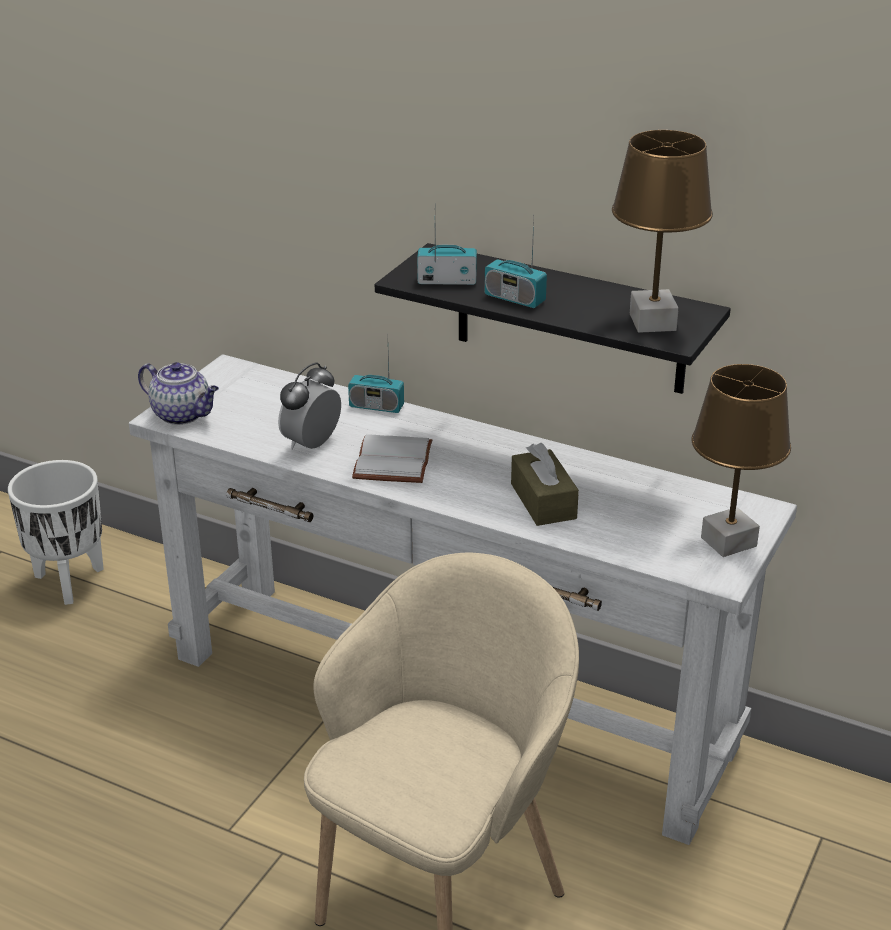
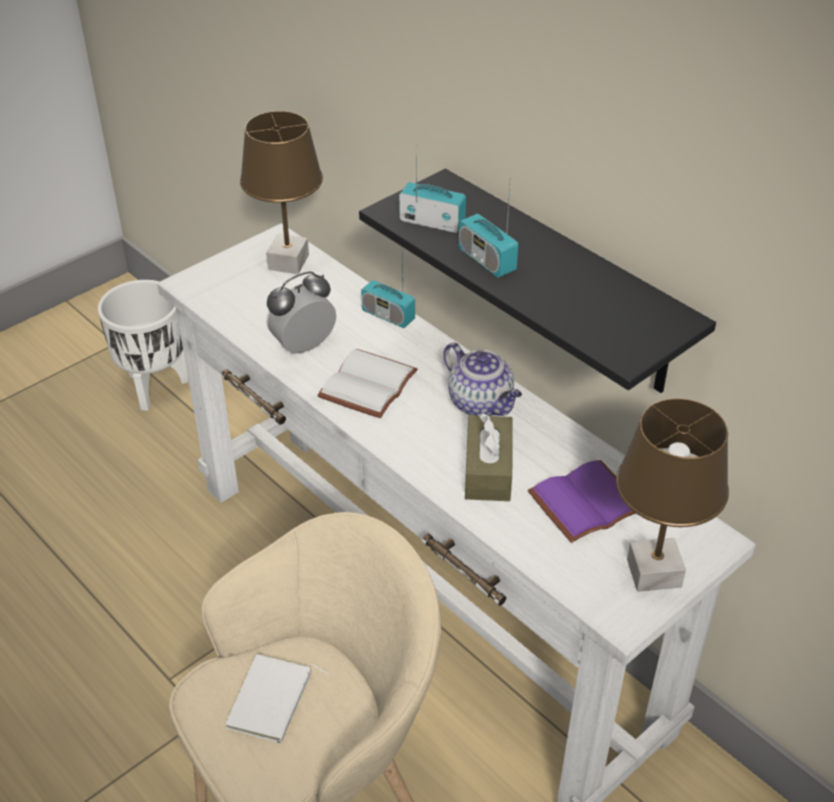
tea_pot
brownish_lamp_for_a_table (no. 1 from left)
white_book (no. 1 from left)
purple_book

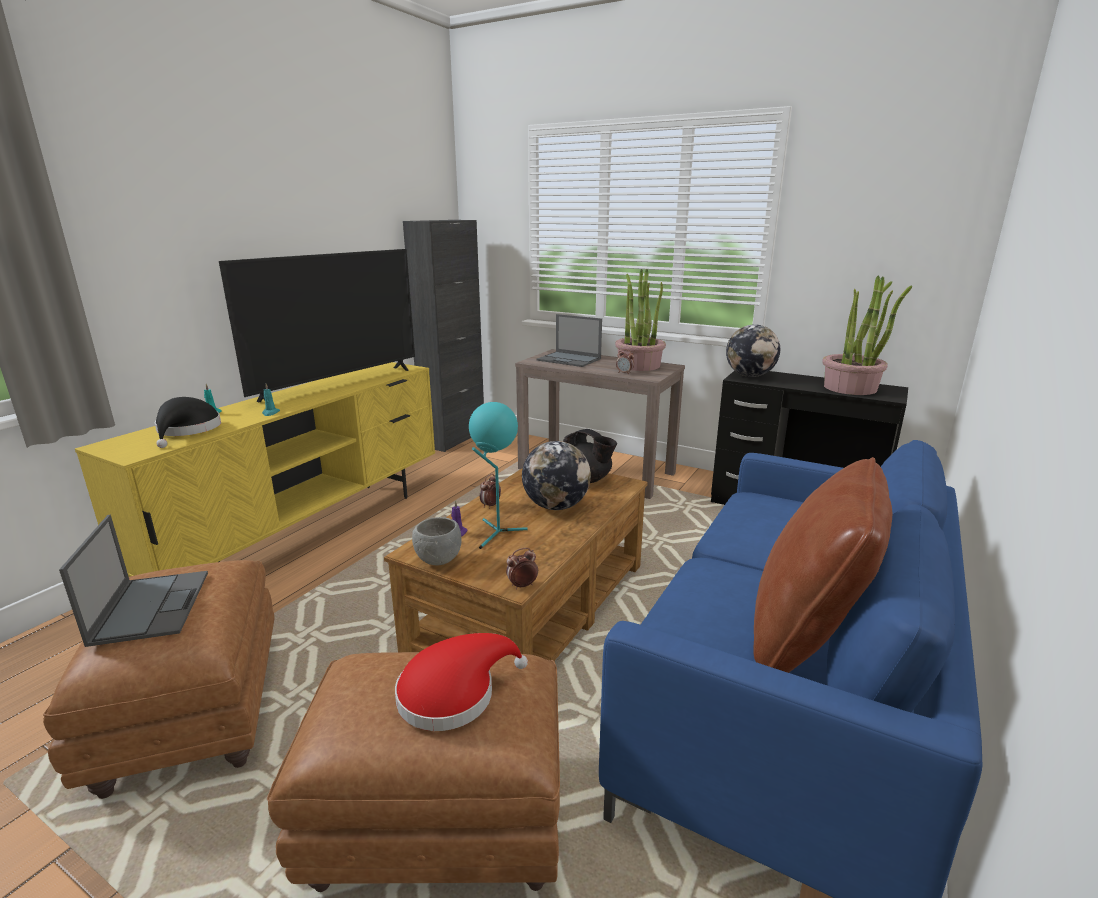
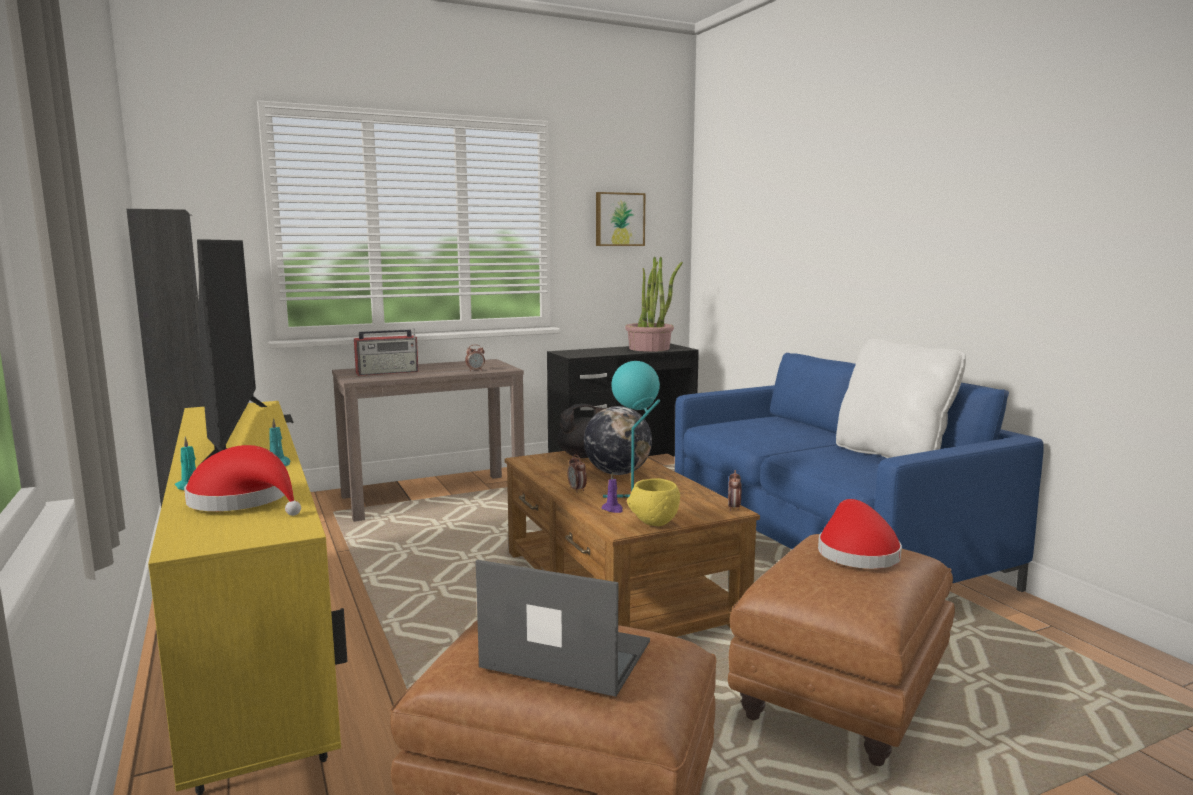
reddish_wearable_hat (no. 1 from left)
yellow_serving_bowl
radio_receiver
houseplant (no. 1 from left in the first image)
globe (no. 2 from left in the first image)
white_cushion
wall_picture

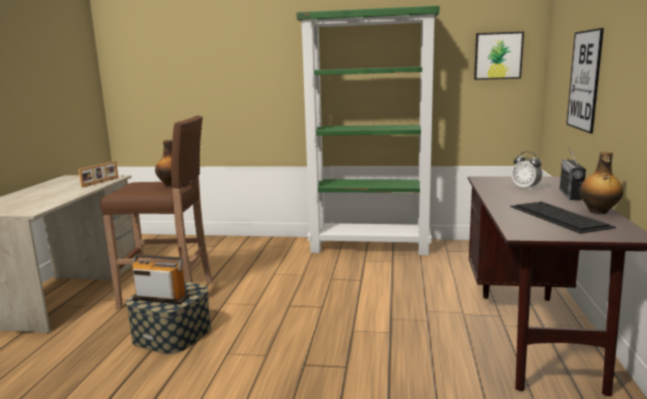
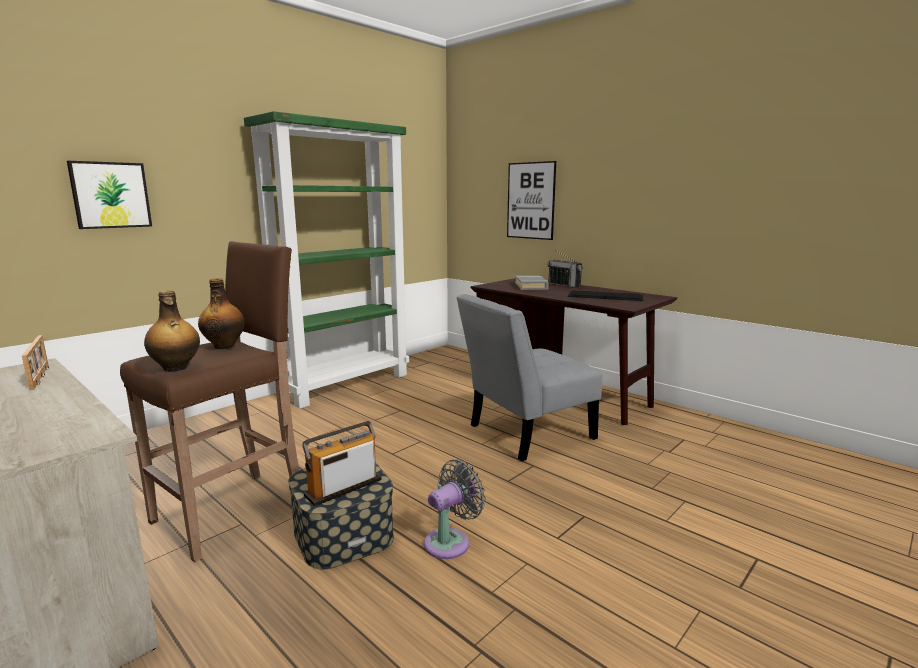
wall_picture (no. 1 from left)
greyish_book
beverage_bottle (no. 1 from left)
greyish_fan
greyish_chair

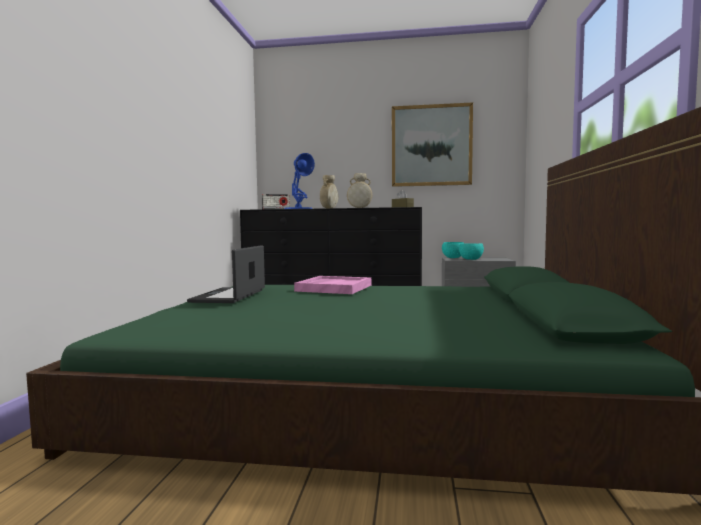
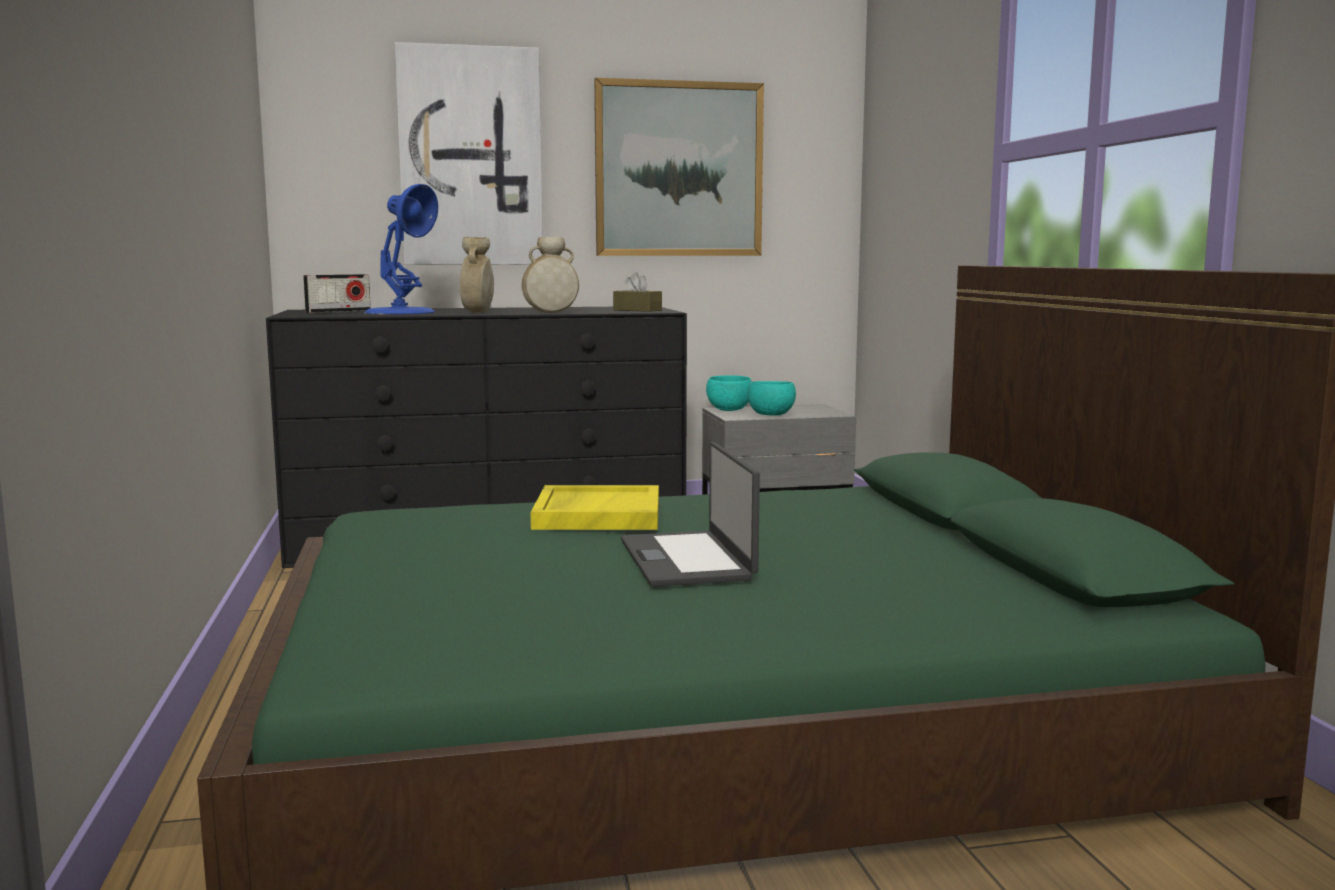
laptop
yellow_carrying_tray
wall_picture (no. 1 from left)

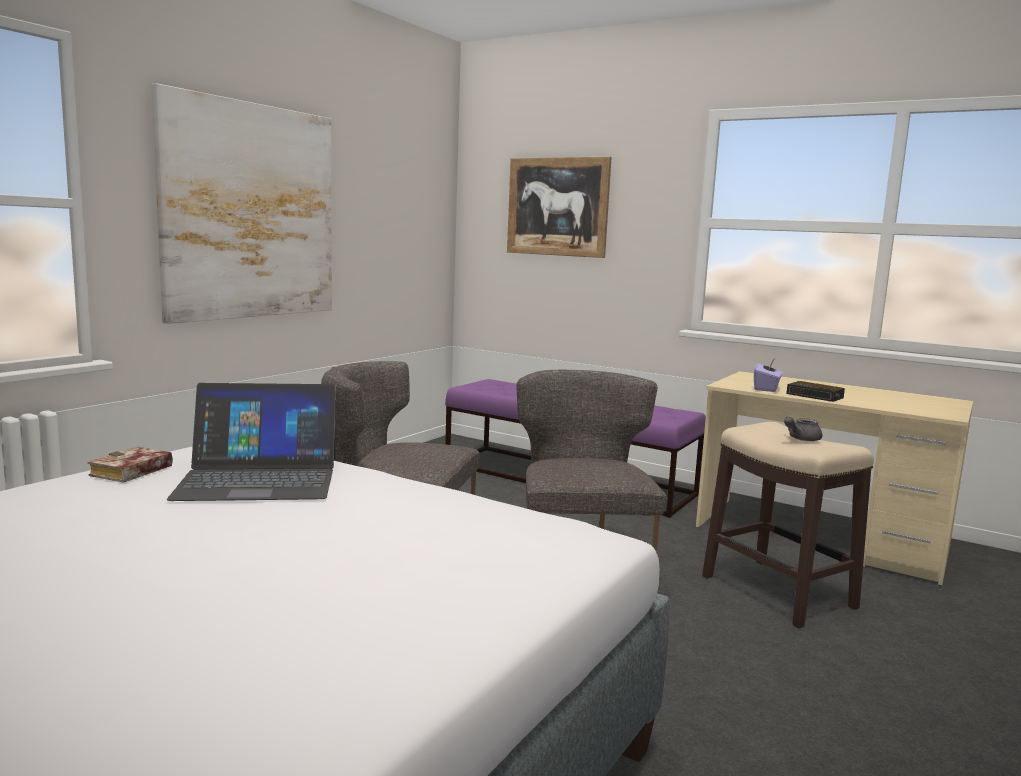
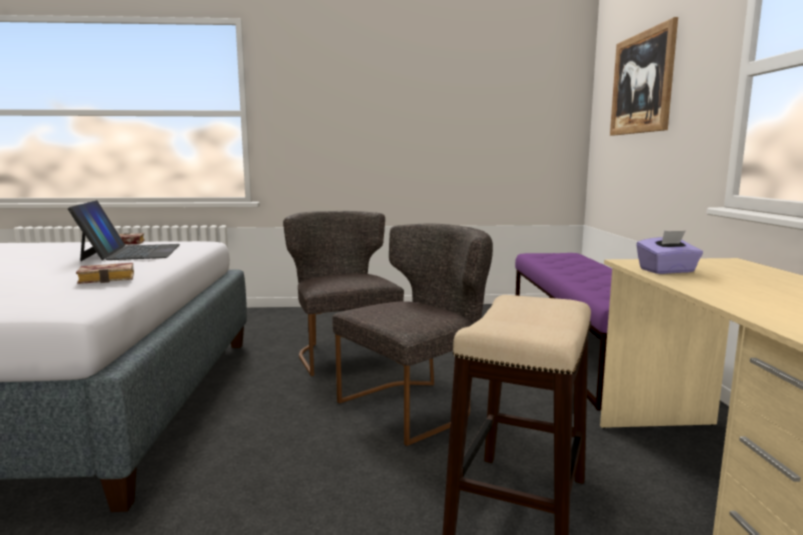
wall_picture (no. 1 from left in the first image)
laptop
greyish_tea_pot
bedside_clock
book (no. 1 from left)

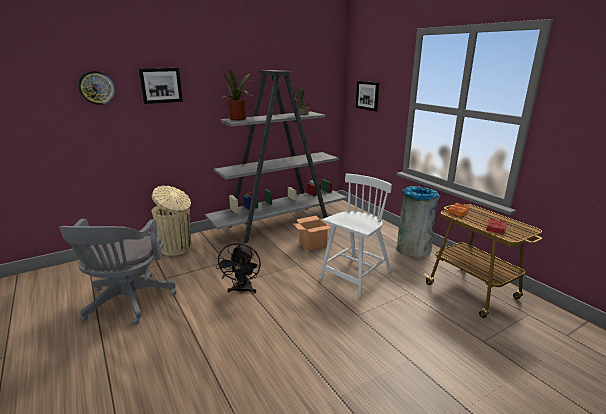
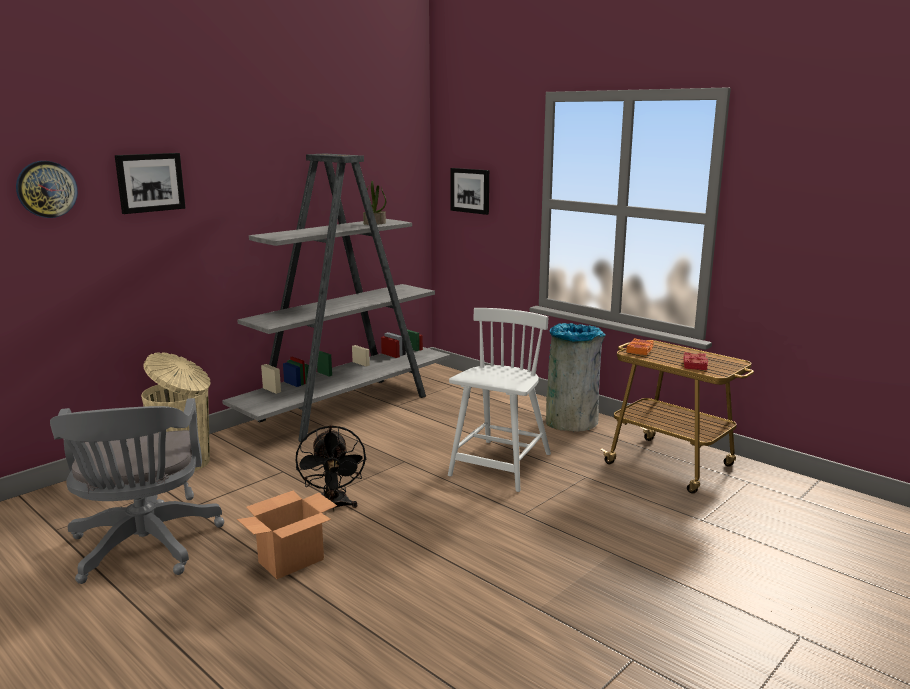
houseplant (no. 1 from left in the first image)
carton

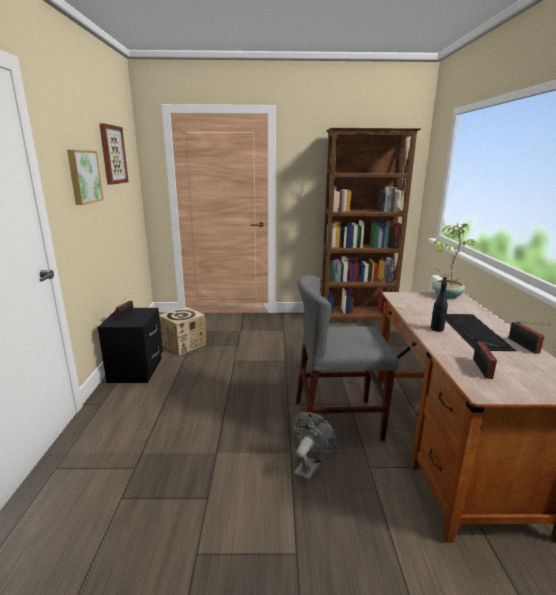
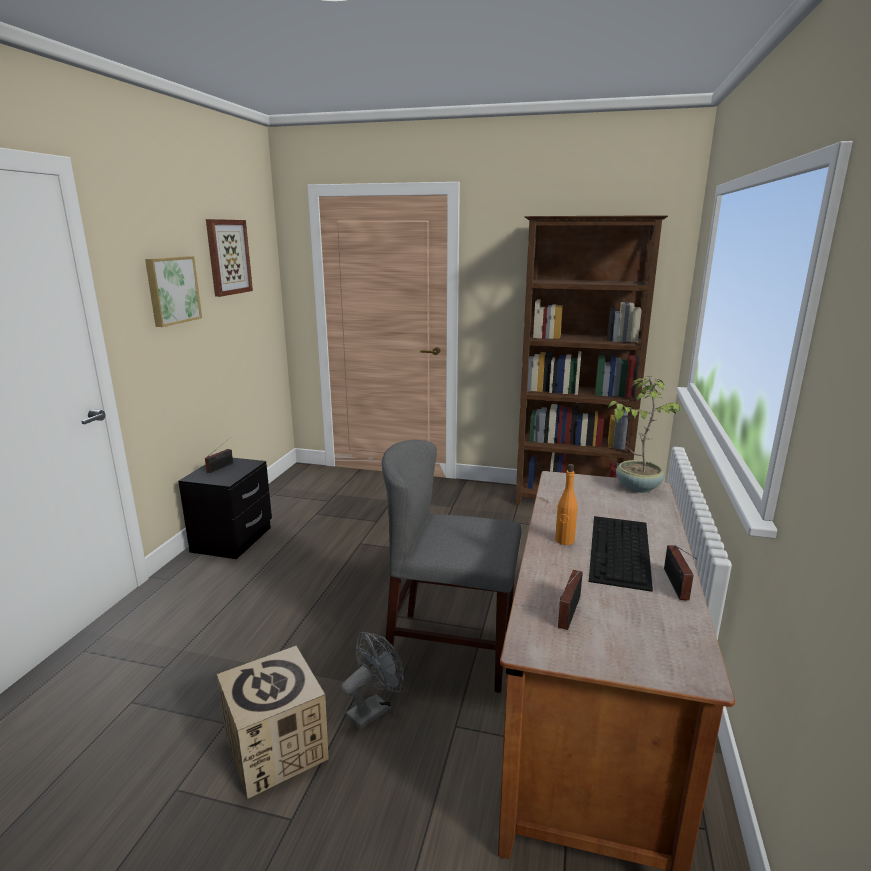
carton
orangey_beverage_bottle

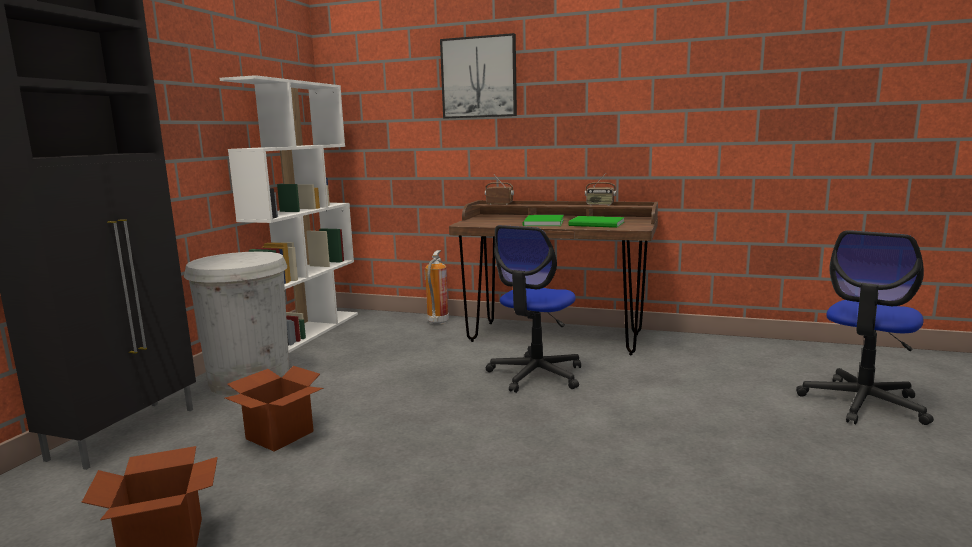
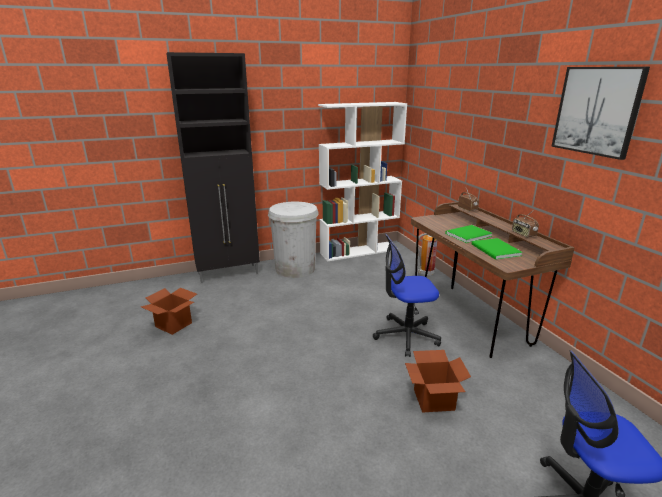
carton (no. 2 from left)
wall_picture

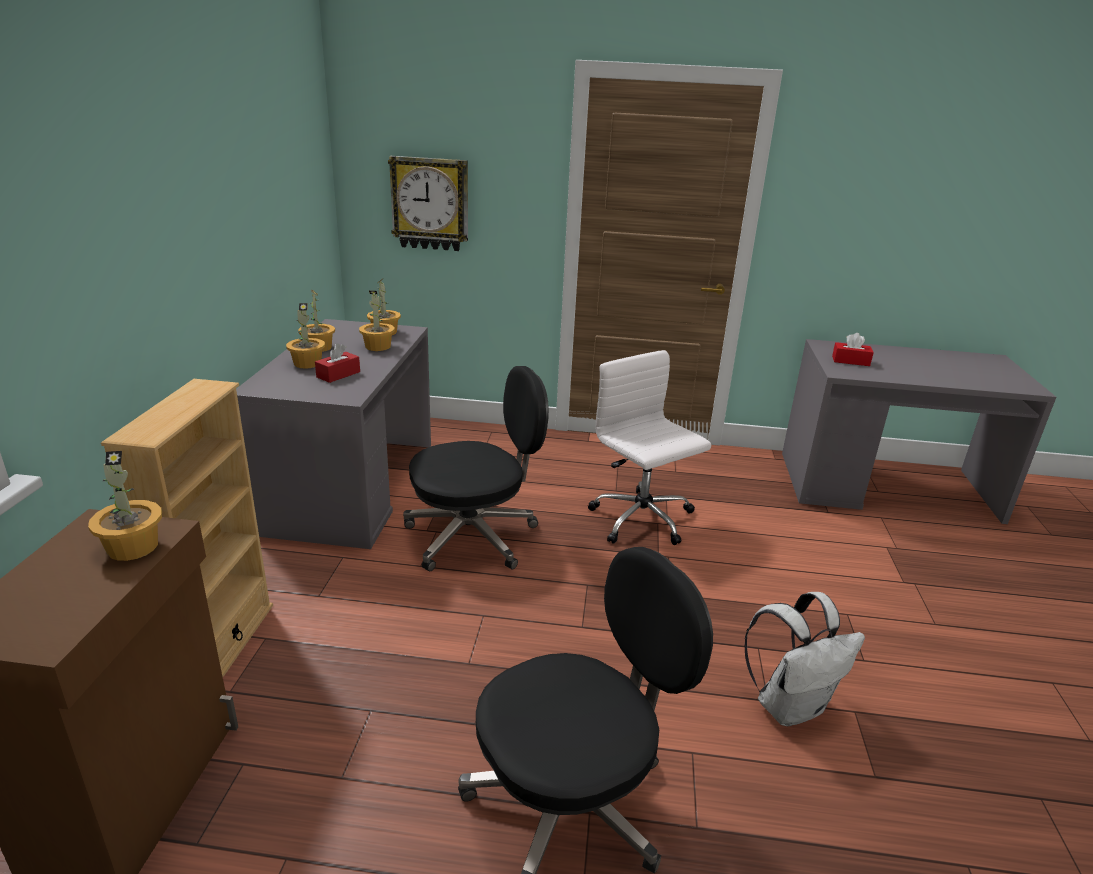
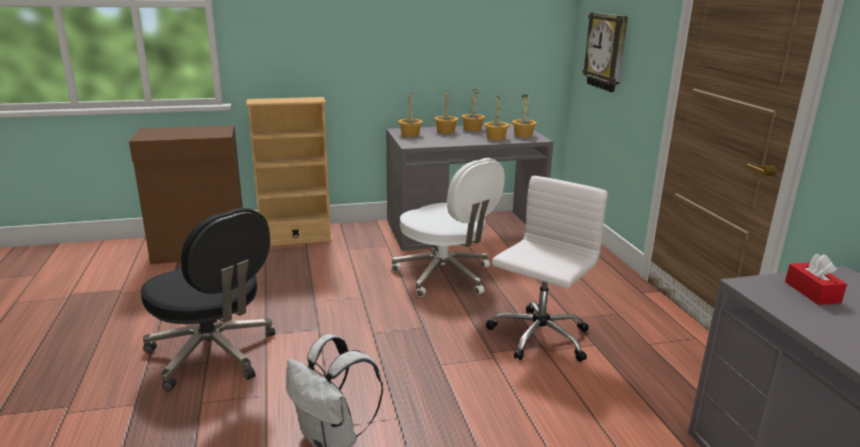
houseplant (no. 1 from left)
reddish_box_of_tissues (no. 1 from left in the first image)
white_office_chair (no. 1 from left)

